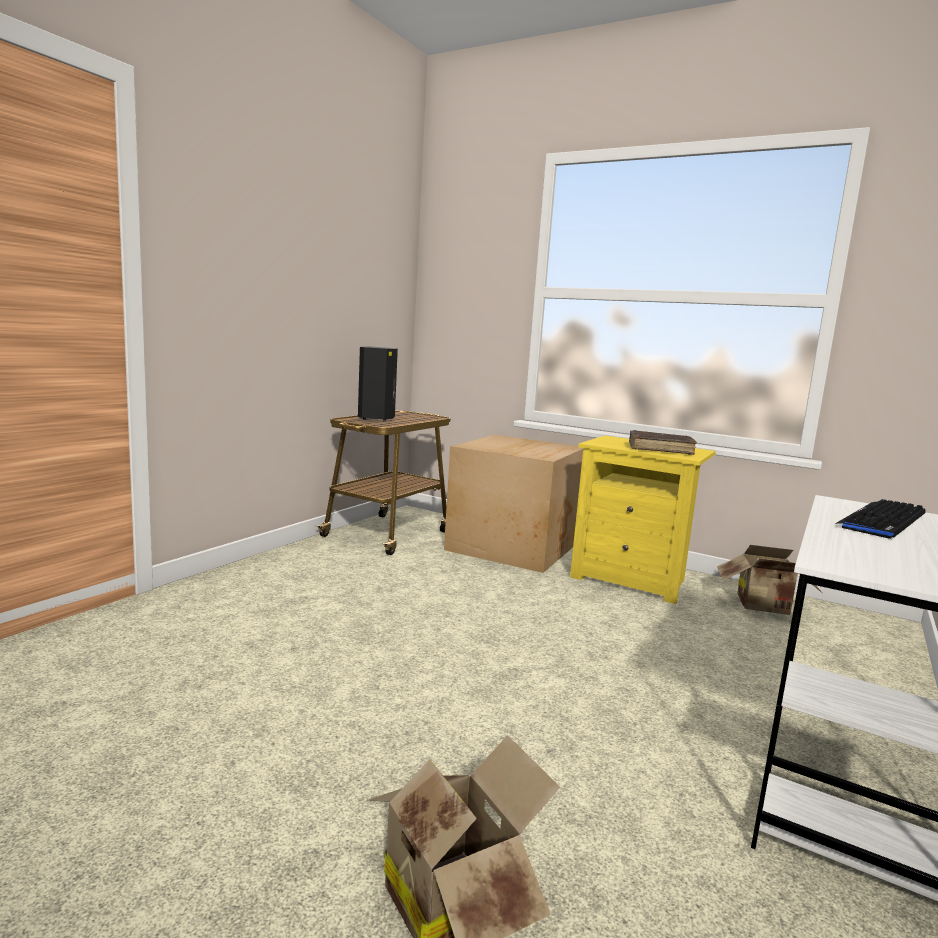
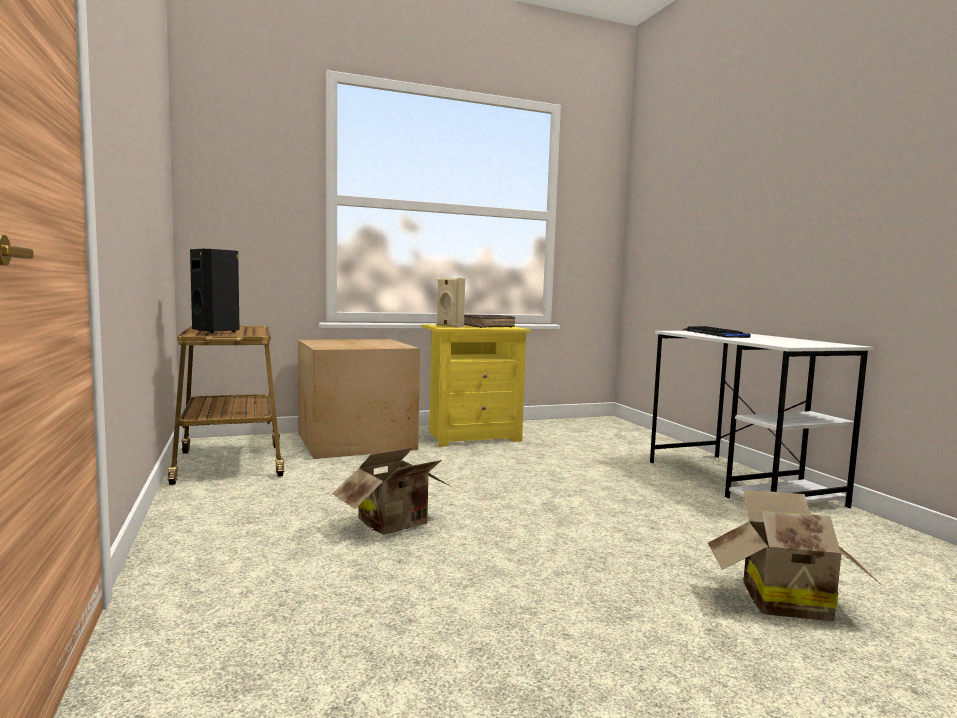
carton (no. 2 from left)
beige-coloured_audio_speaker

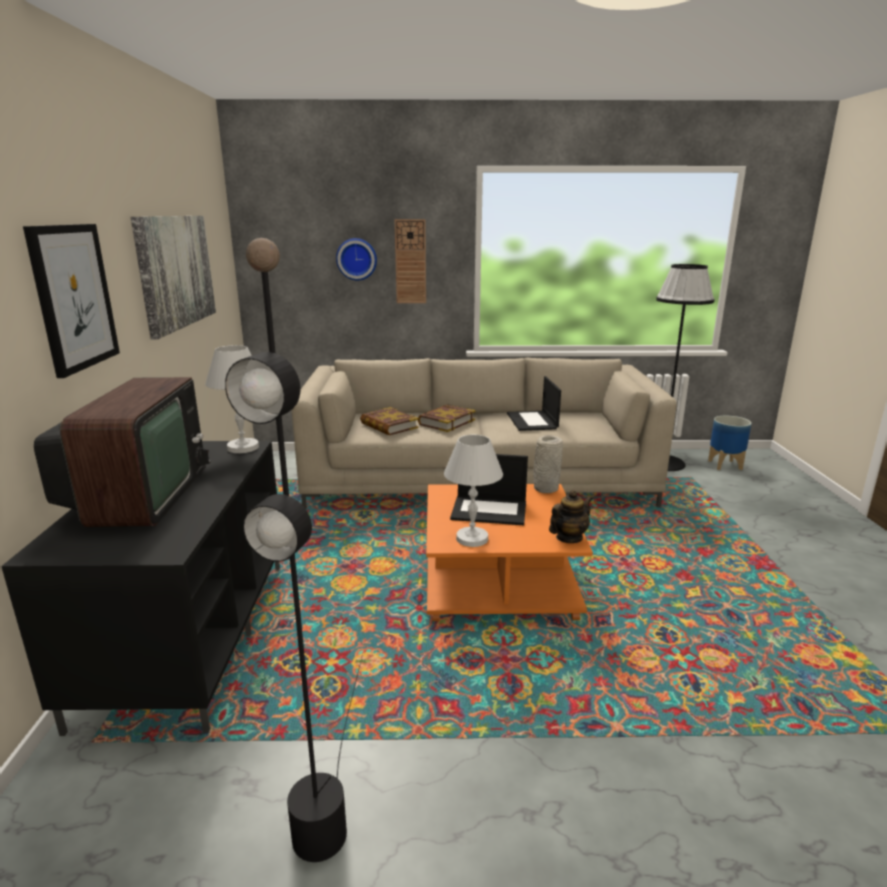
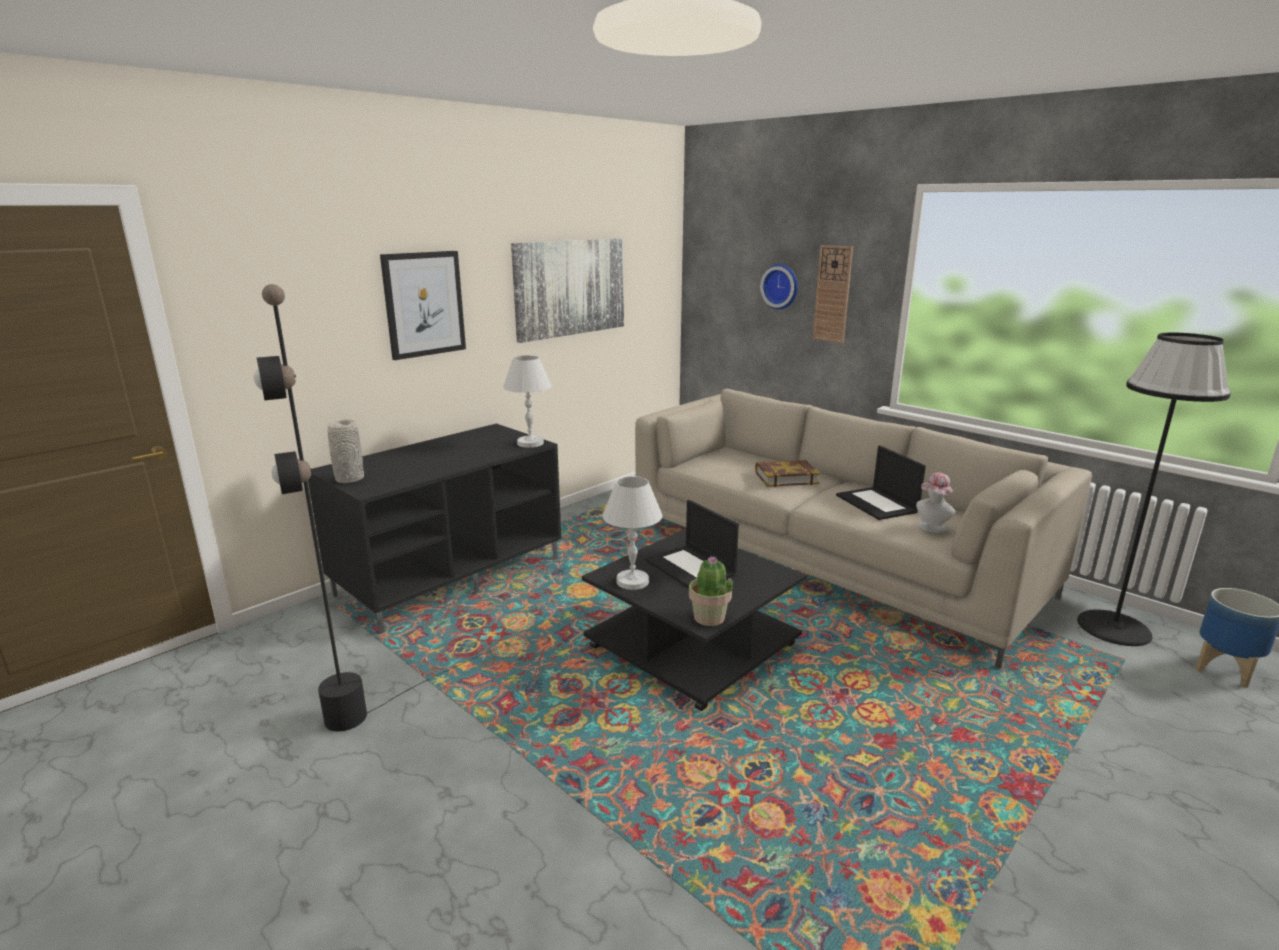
television
book (no. 1 from left in the first image)
black-coloured_coffee_table
laptop (no. 2 from left)
greyish_vase
houseplant
wearable_hat

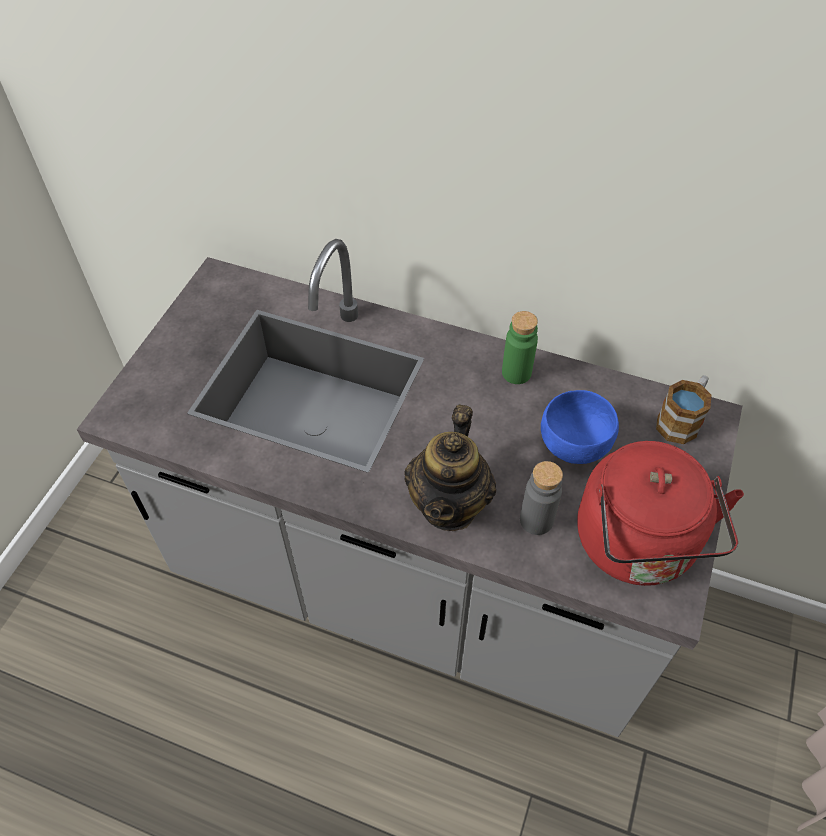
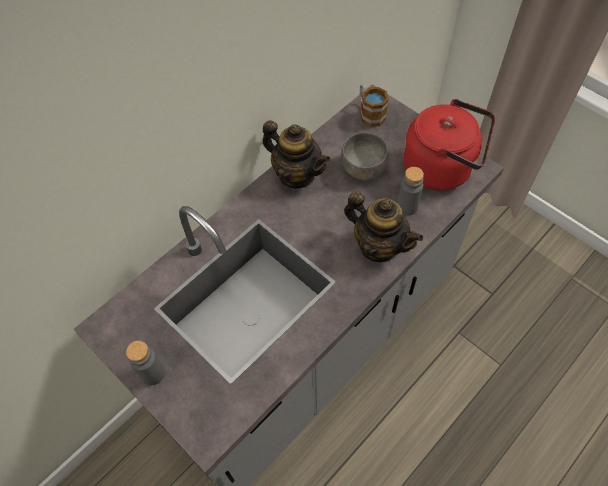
tea_pot (no. 1 from left)
greyish_serving_bowl
greyish_beverage_bottle (no. 1 from left)

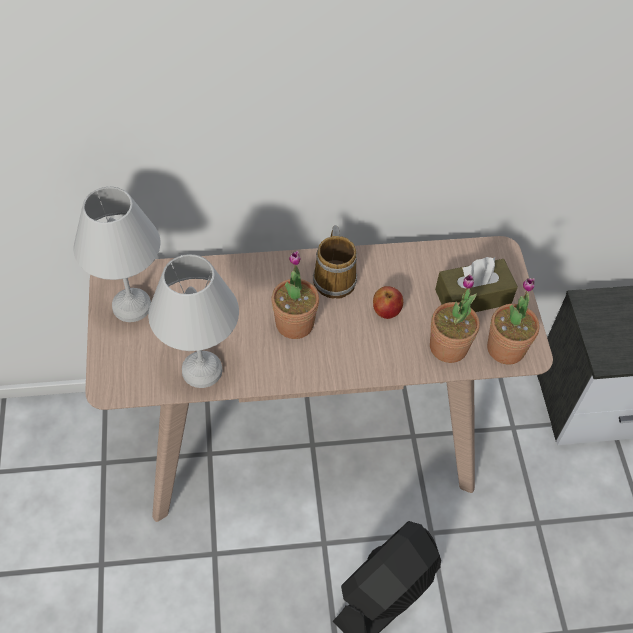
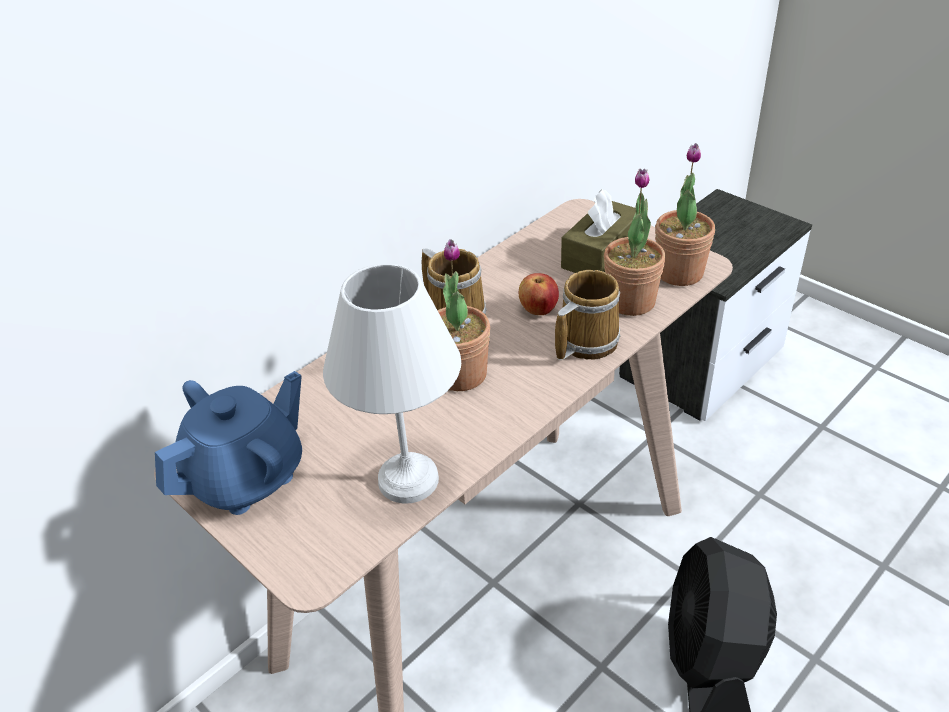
blue_tea_pot
coffee_mug (no. 2 from left)

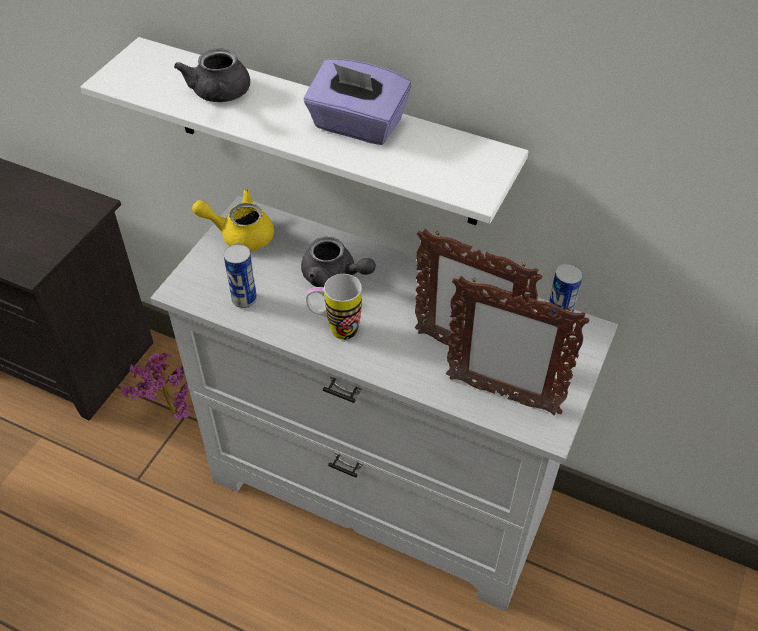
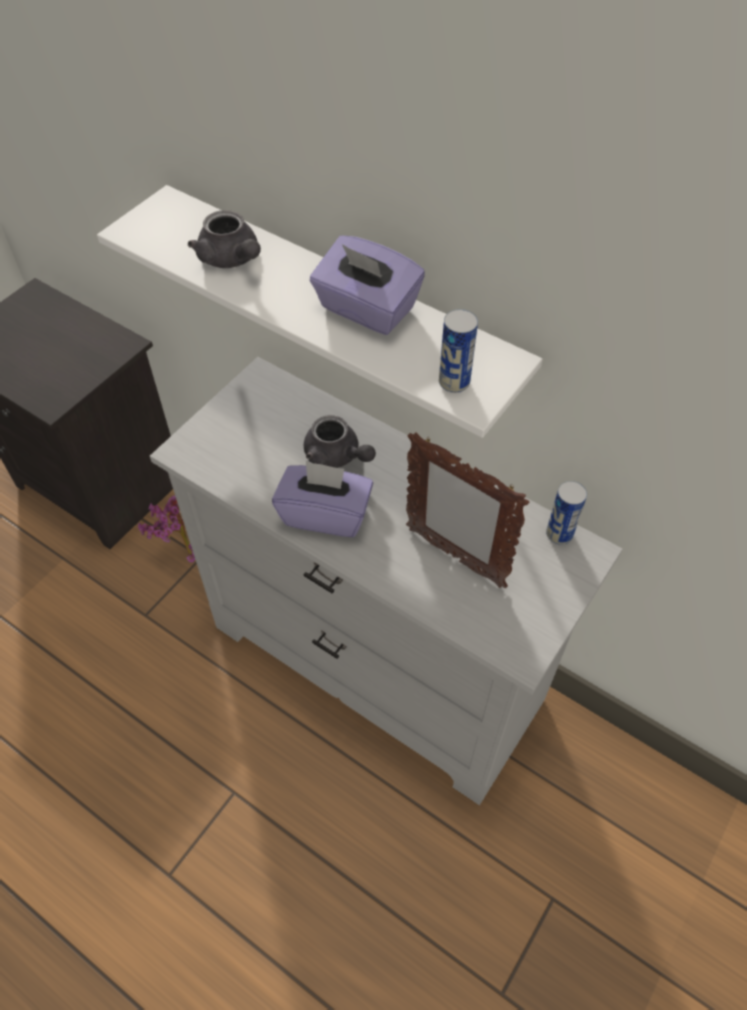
greyish_tea_pot (no. 1 from left)
yellow_tea_pot
can (no. 1 from left)
purple_box_of_tissues (no. 1 from left)
standing_frame (no. 2 from left in the first image)

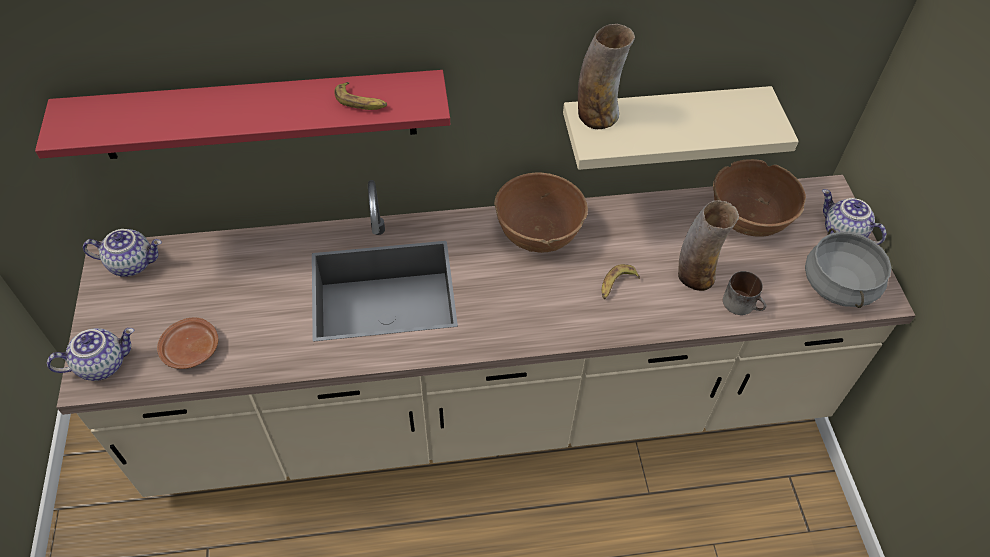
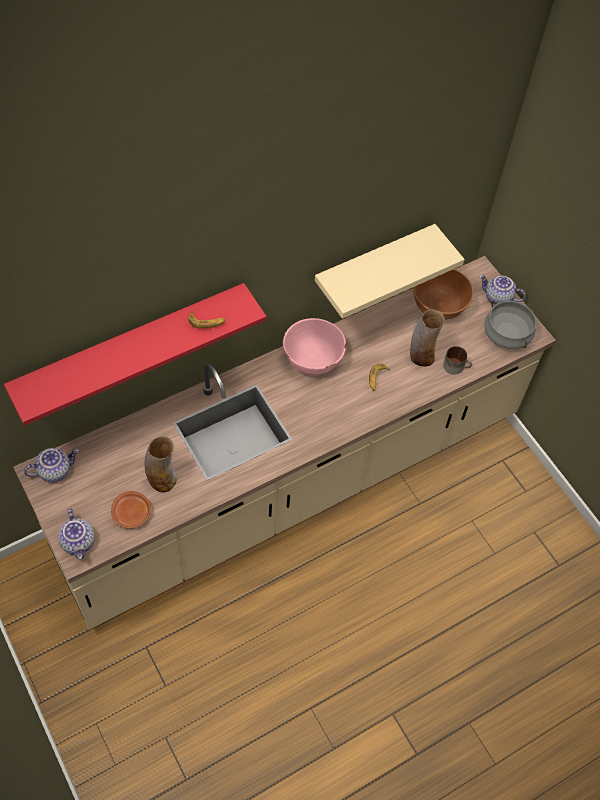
tea_pot (no. 2 from left)
pink-coloured_serving_bowl
vase (no. 1 from left)

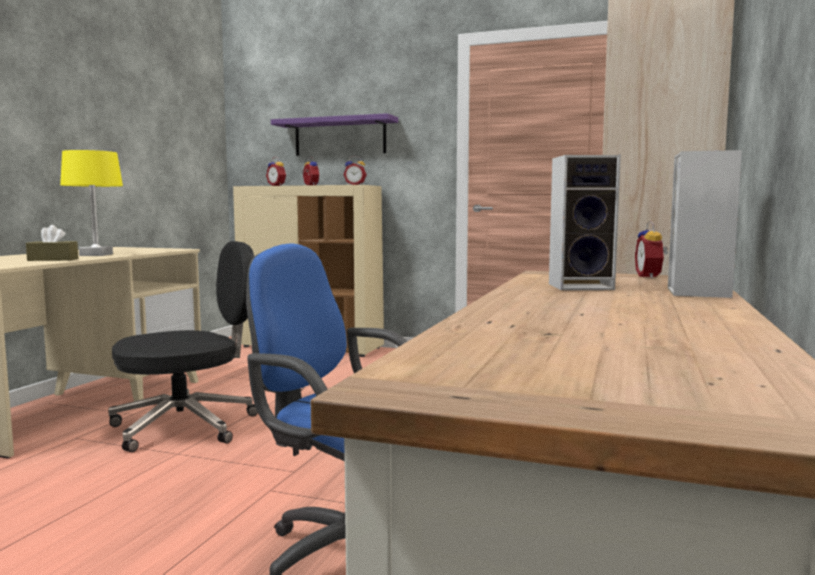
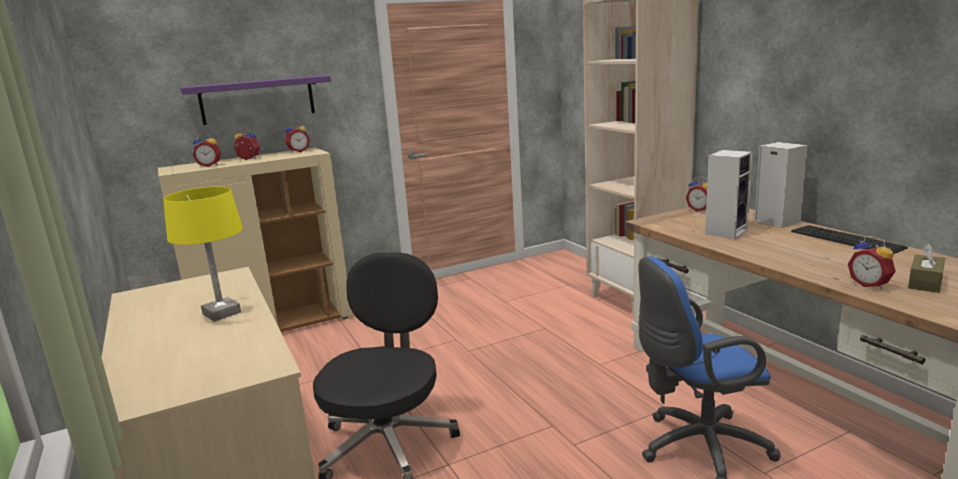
brownish_box_of_tissues
PC_keyboard
bedside_clock (no. 5 from left)

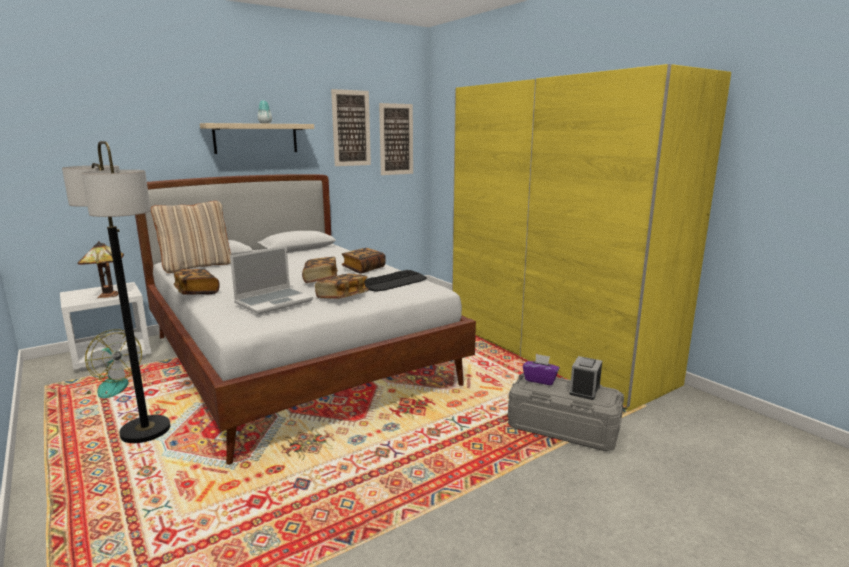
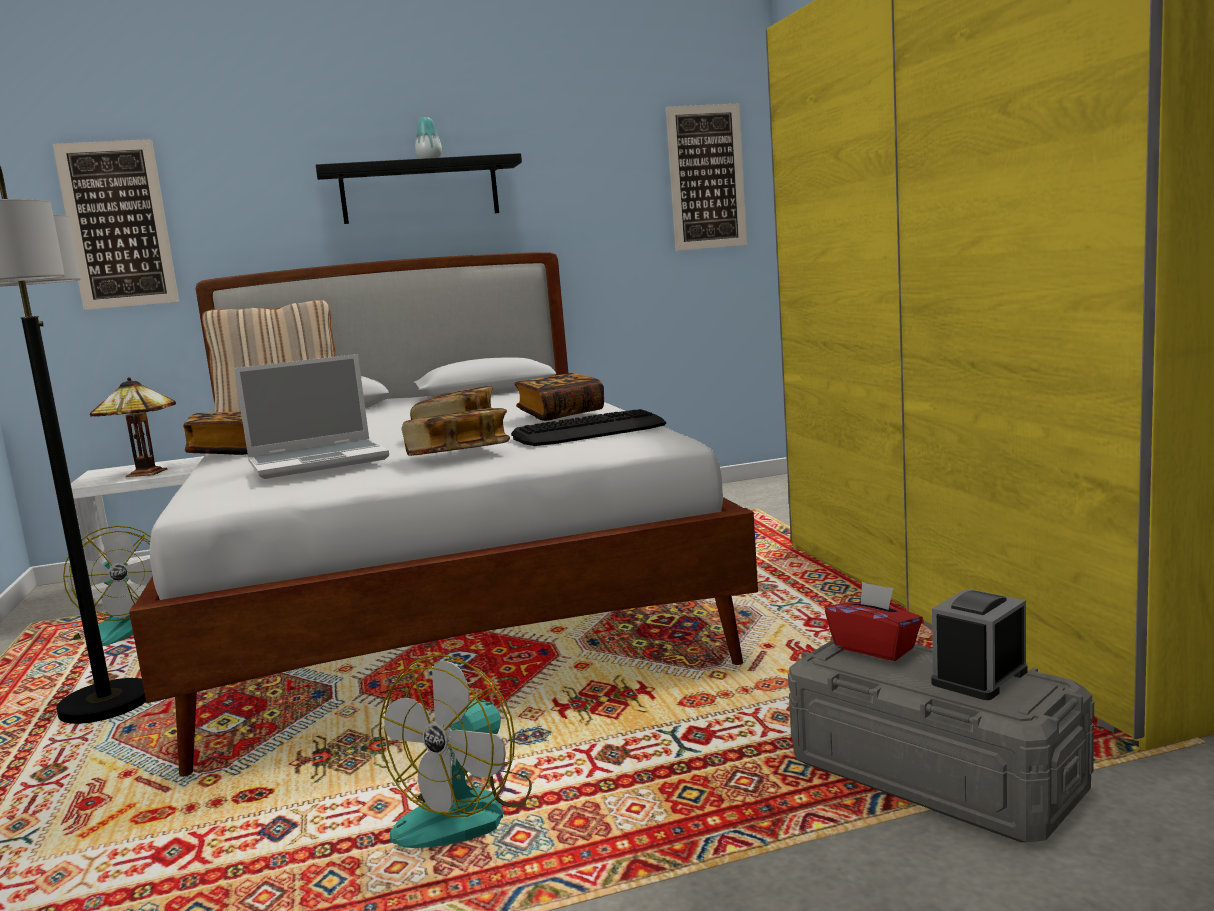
black-coloured_wall_shelf
wall_picture (no. 1 from left)
reddish_box_of_tissues
fan (no. 2 from left)

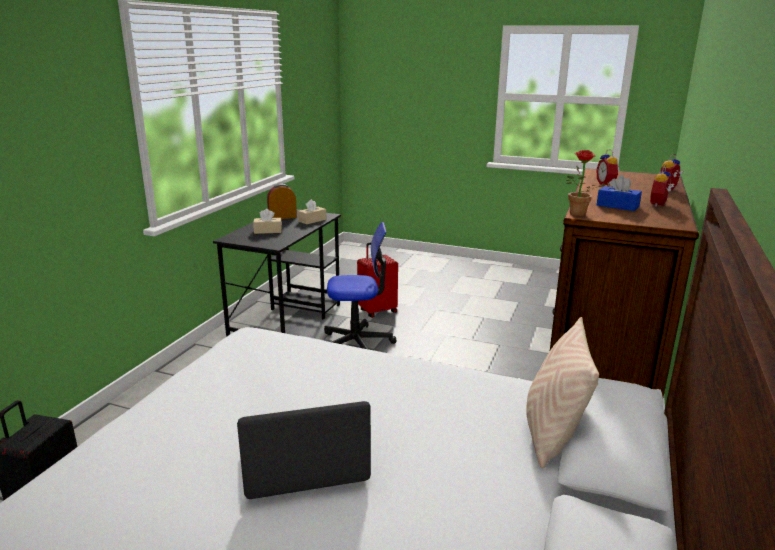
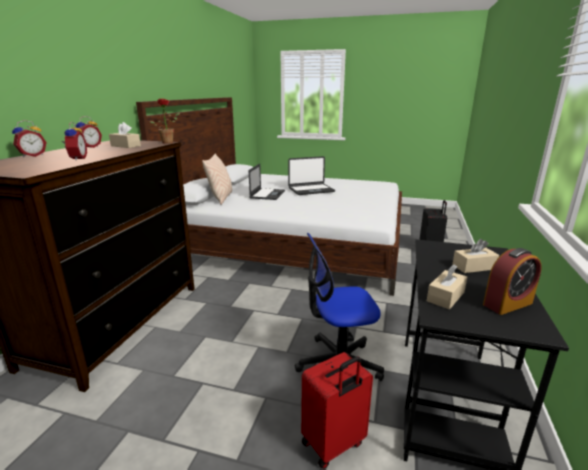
beige-coloured_box_of_tissues (no. 1 from left)
laptop (no. 1 from left)

